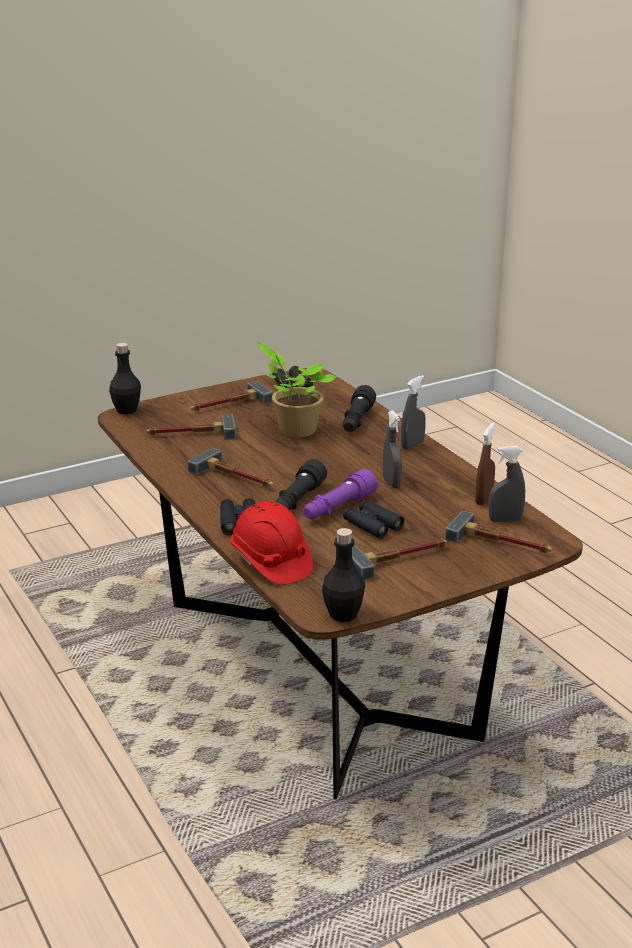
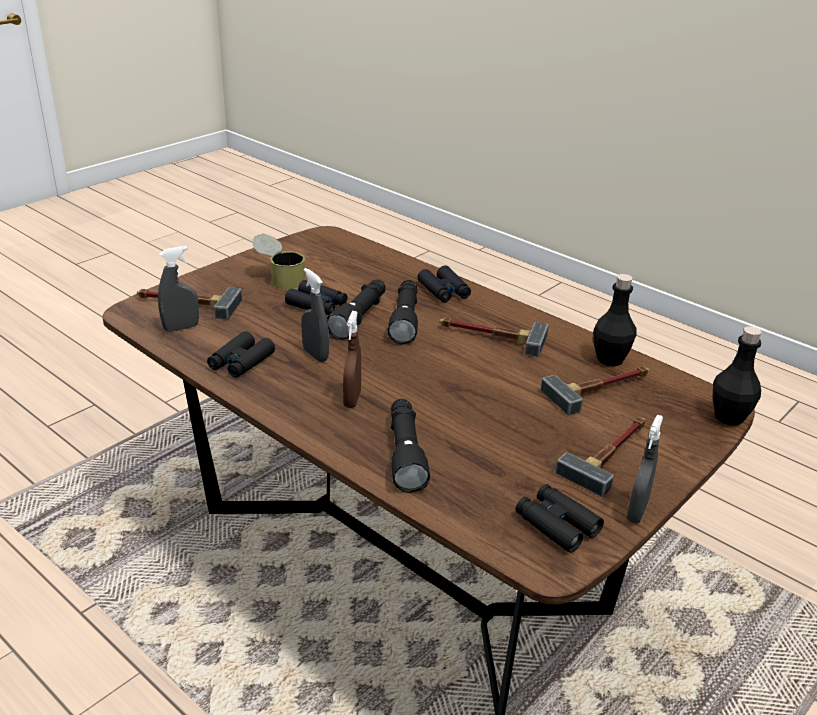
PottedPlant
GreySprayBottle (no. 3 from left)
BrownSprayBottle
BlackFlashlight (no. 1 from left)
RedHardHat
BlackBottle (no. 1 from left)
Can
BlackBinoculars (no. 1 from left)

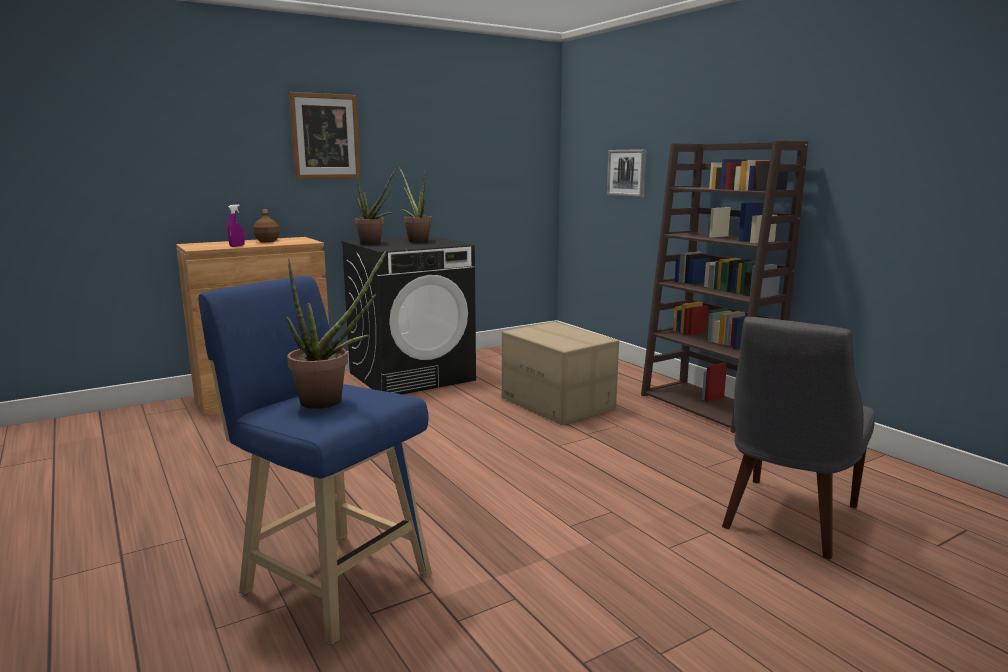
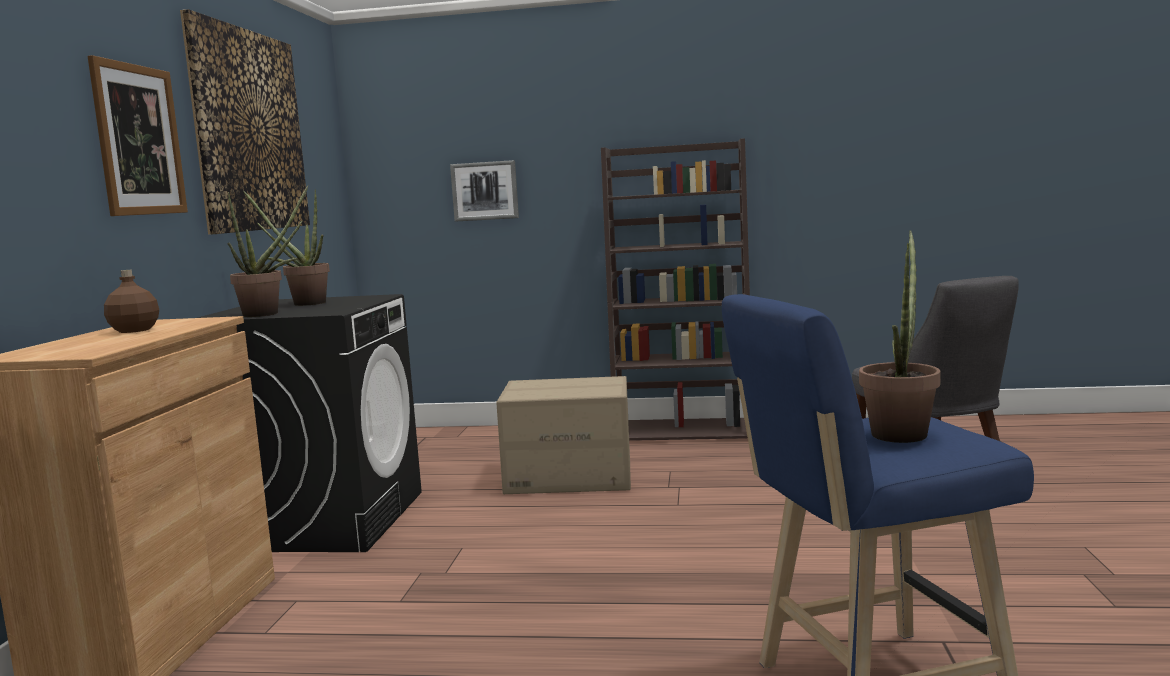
PurpleSprayBottle
Picture (no. 2 from left)

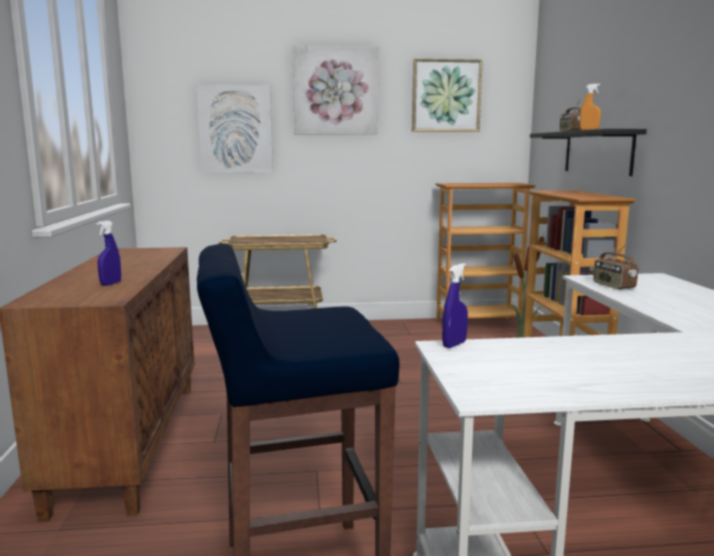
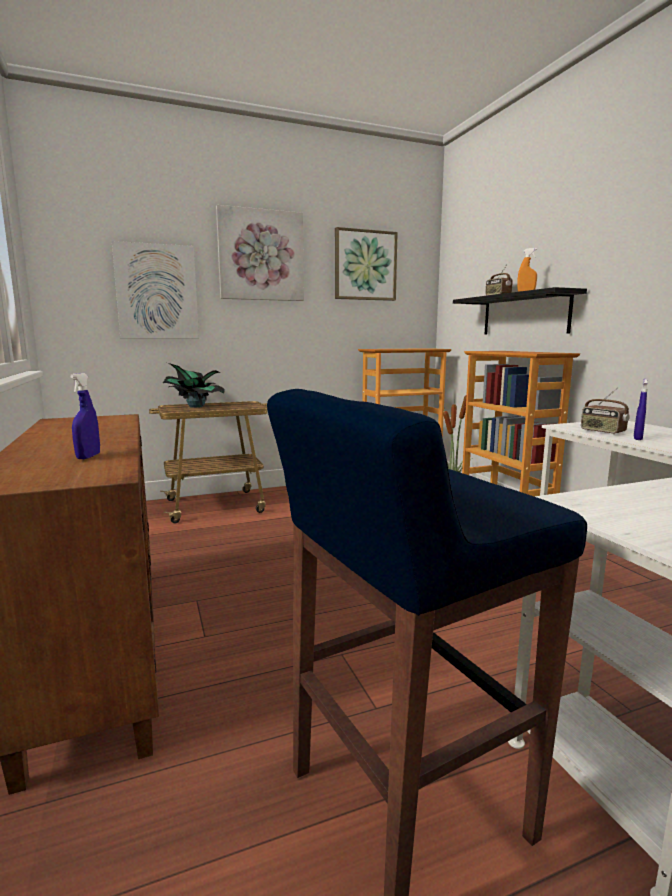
BlueSprayBottle (no. 2 from left)
PottedPlant (no. 1 from left)

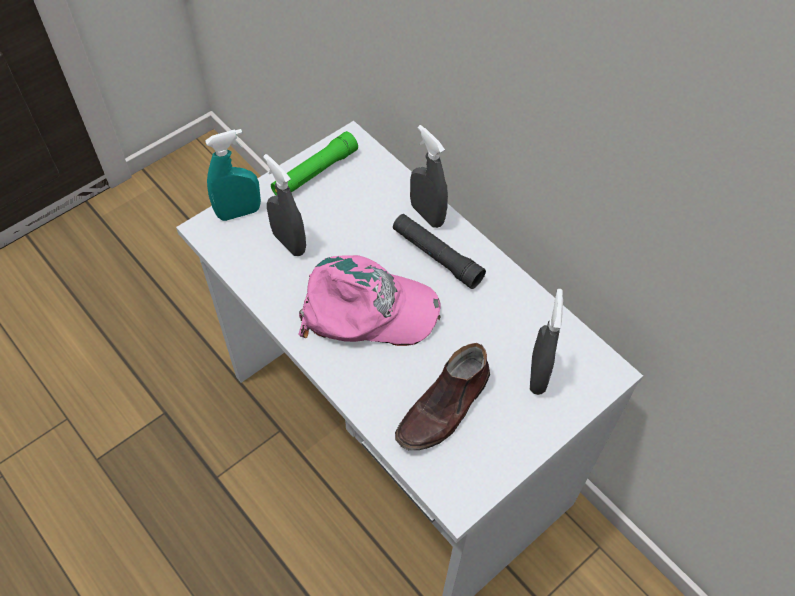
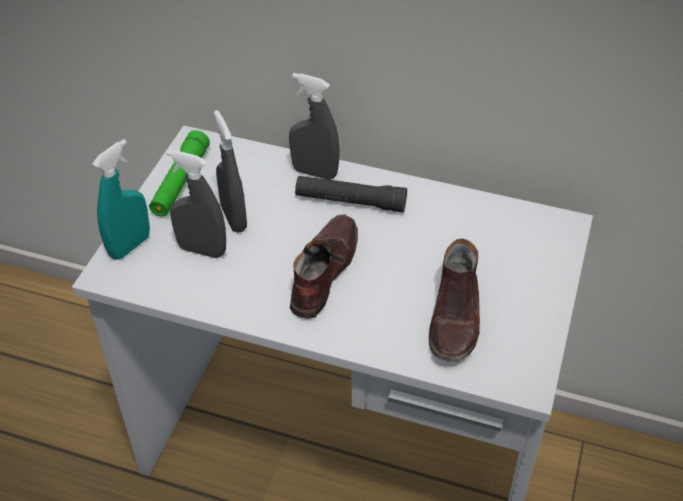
BrownShoe (no. 1 from left)
GreySprayBottle (no. 2 from left)

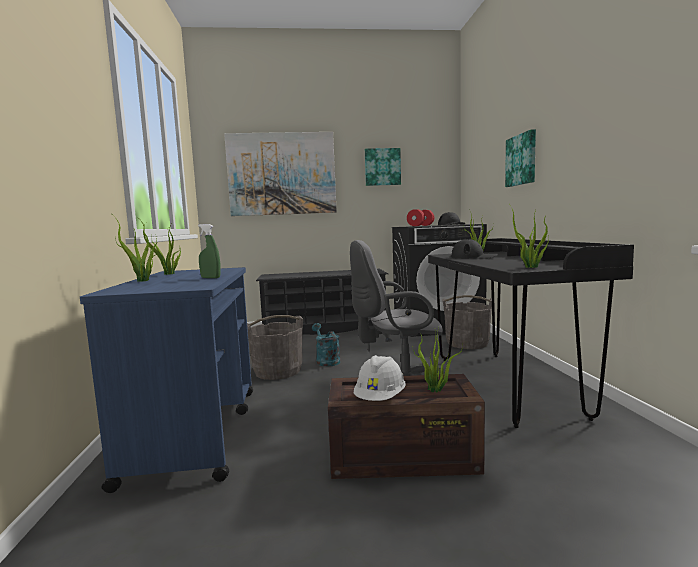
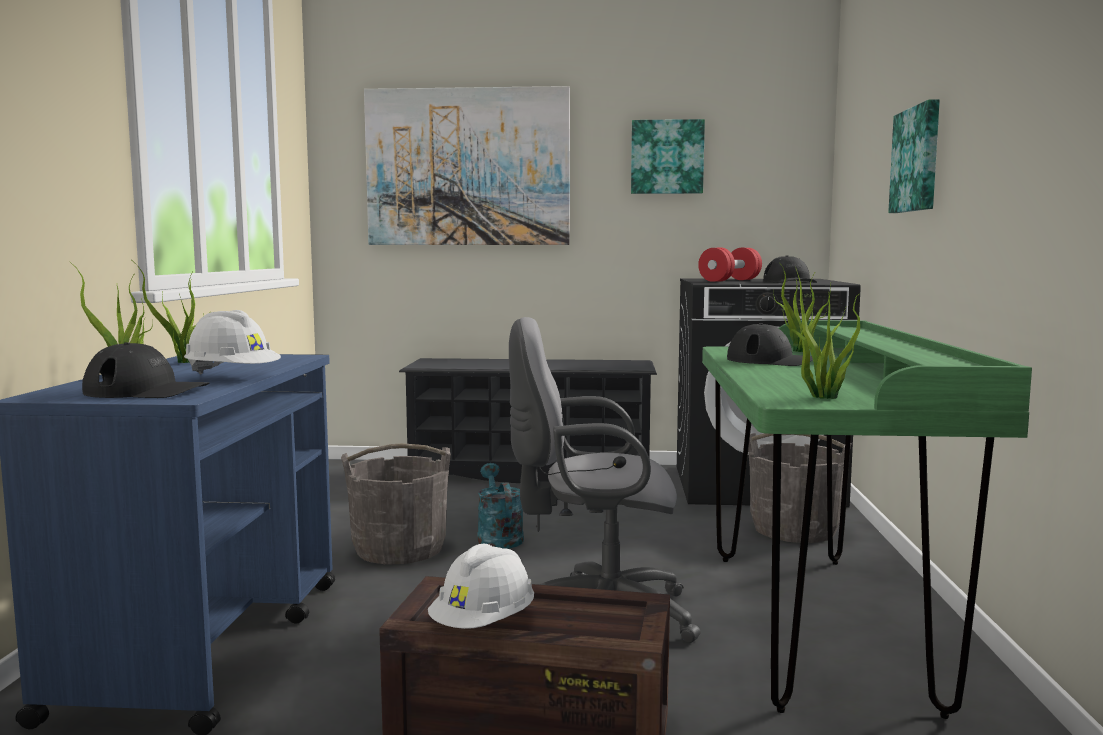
WhiteHardHat (no. 1 from left)
GreenDesk
PottedPlant (no. 3 from left in the first image)
BlackCap (no. 1 from left)

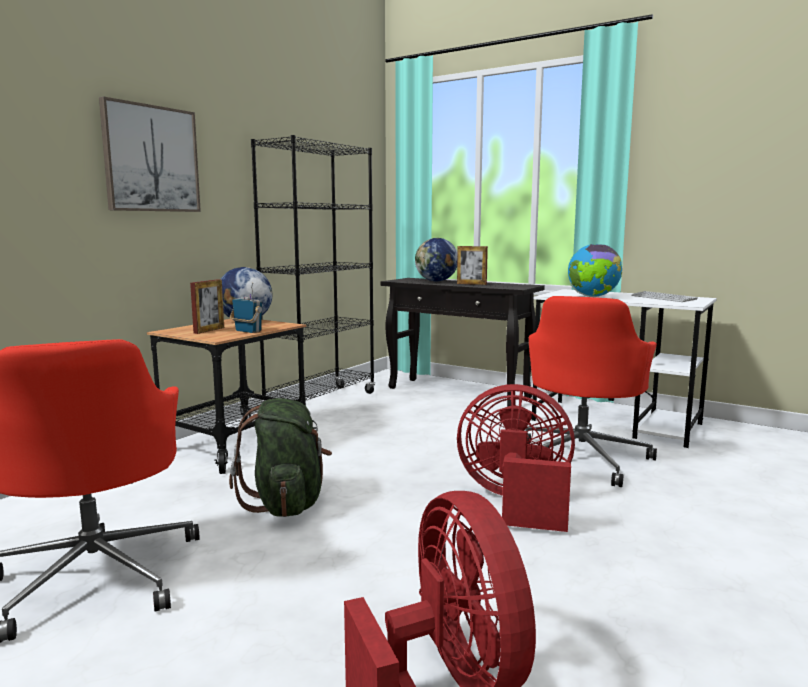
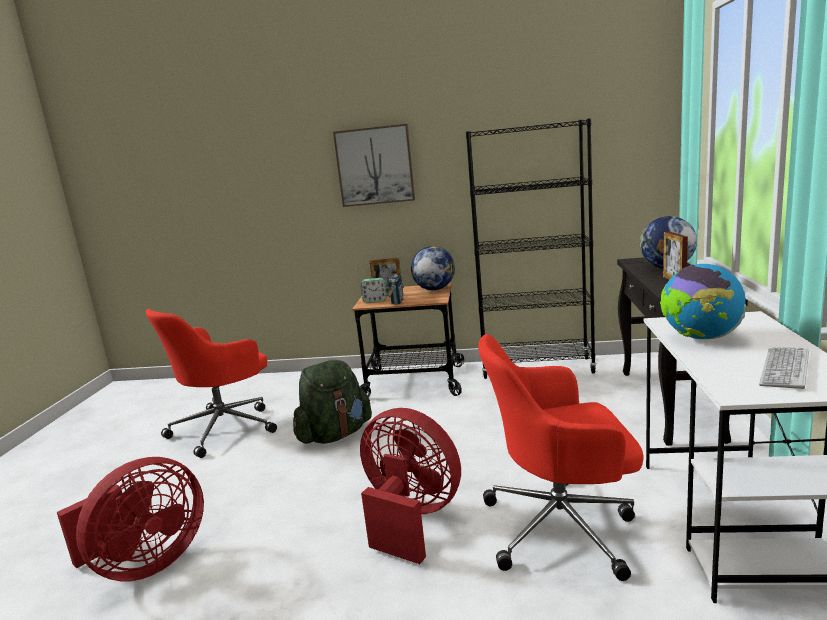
RedFan (no. 2 from left)
AlarmClock

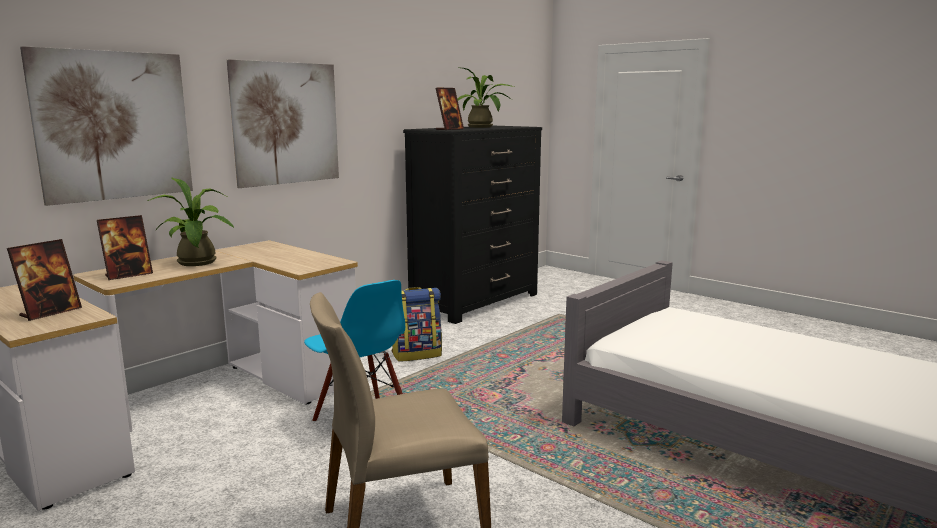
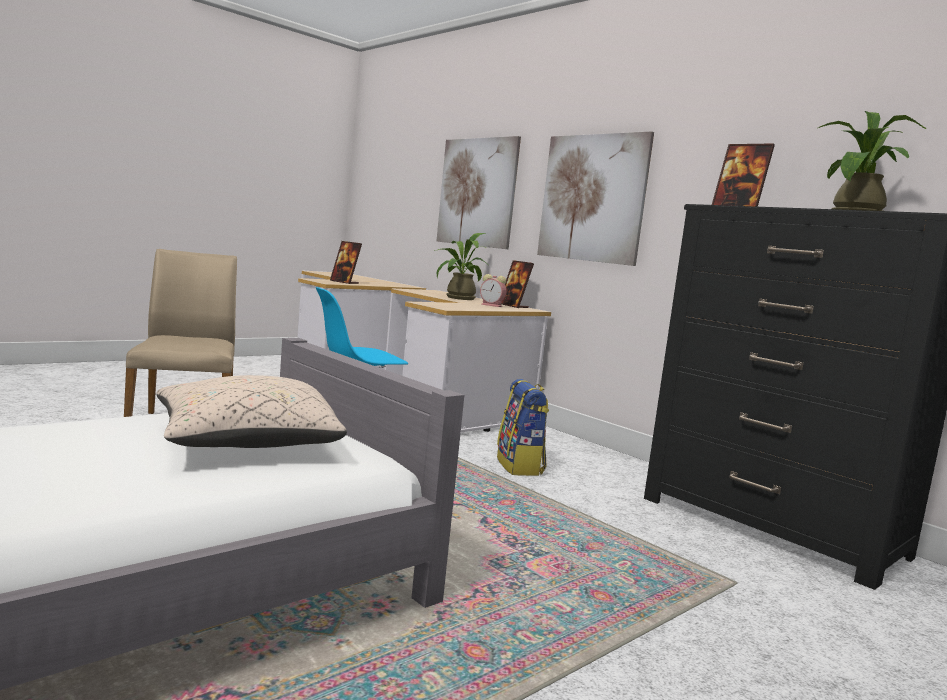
PictureFrame (no. 2 from left)
AlarmClock
BeigePillow

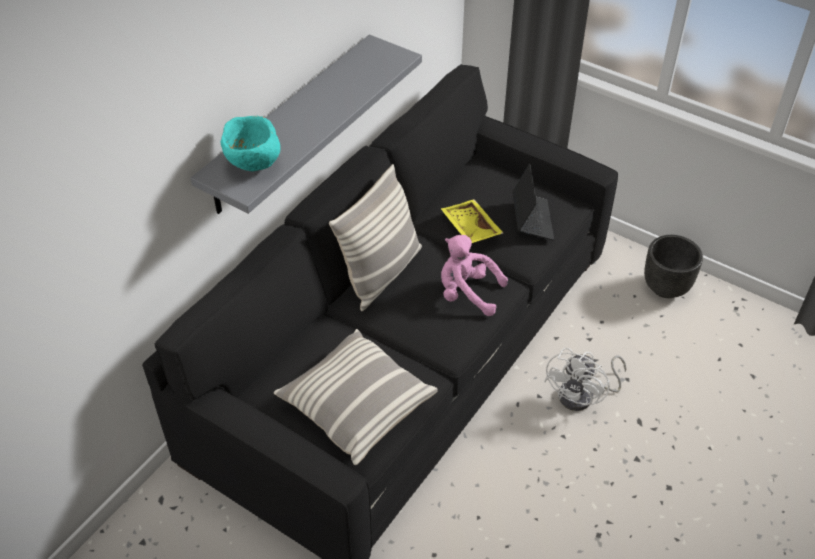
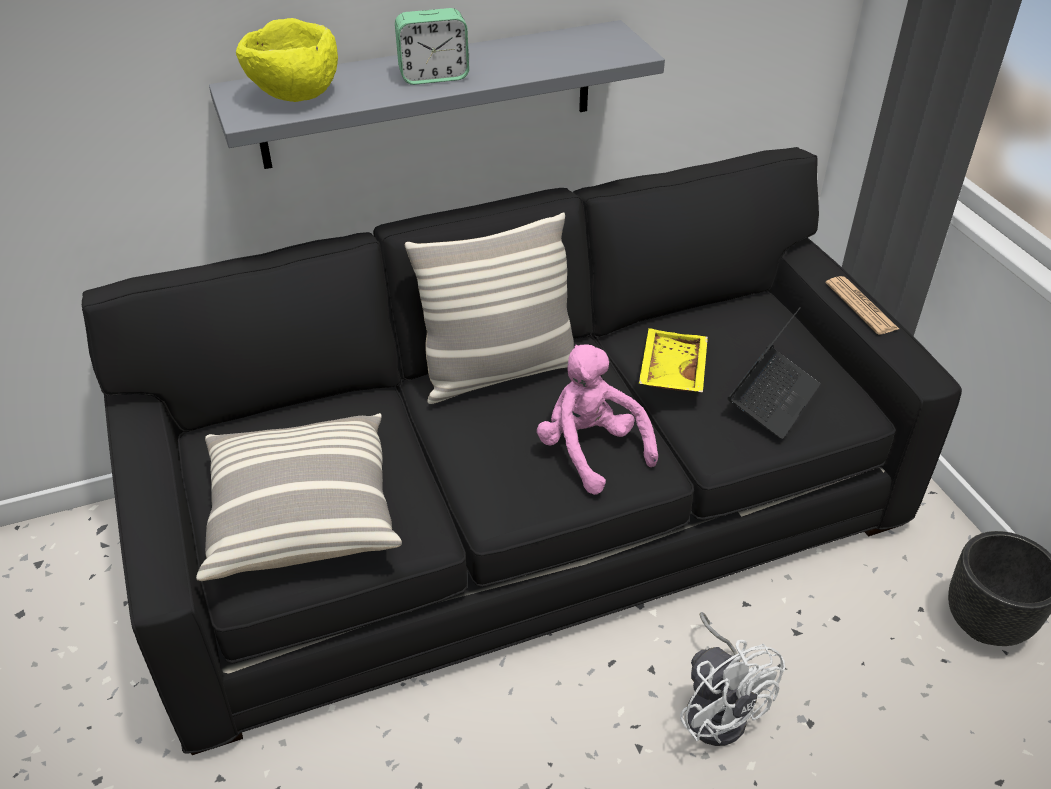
YellowBowl
WhiteFan
AlarmClock
Newspaper

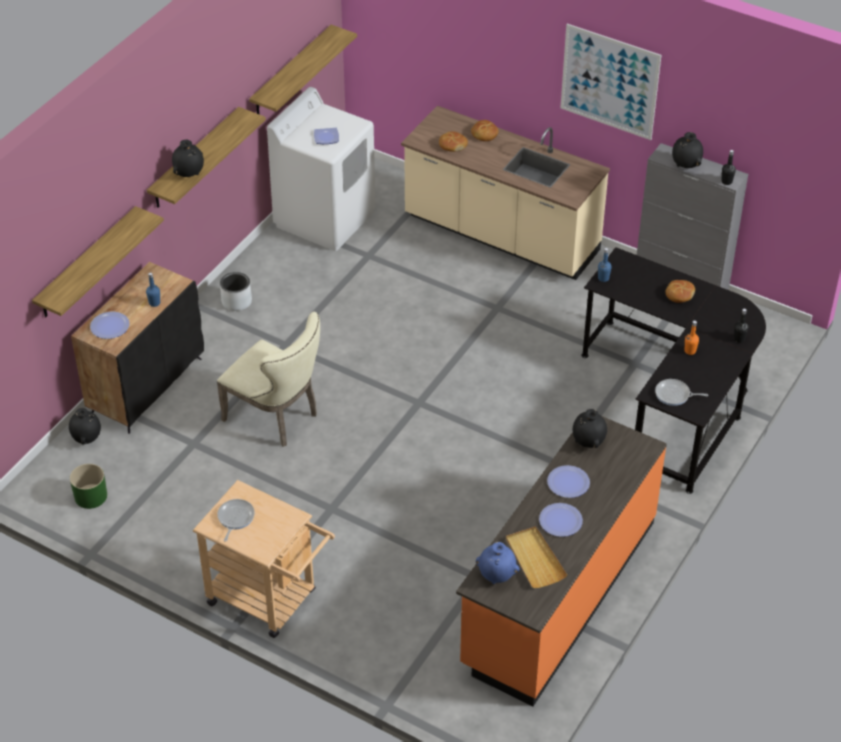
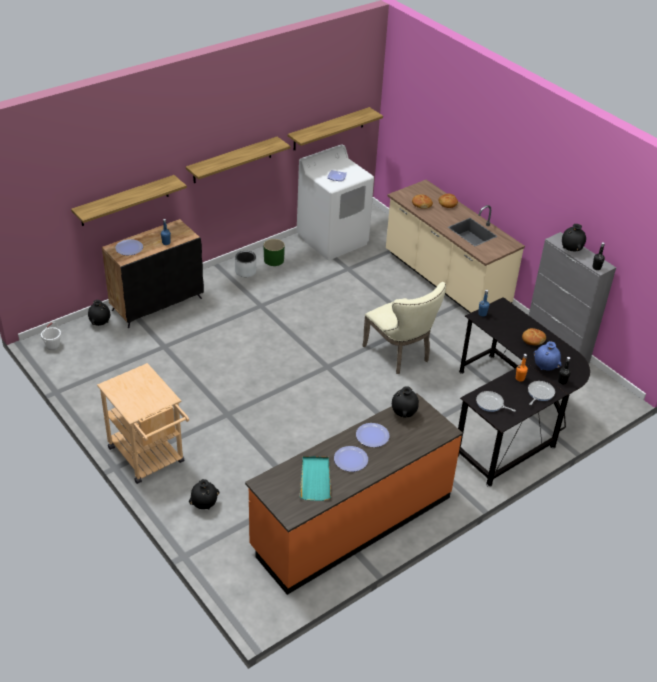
Picture
BlackVase (no. 2 from left)
BeigeChair
GreenPlanter
FryingPan (no. 2 from left)
TurquoiseTray
BlueVase
WhiteBucket

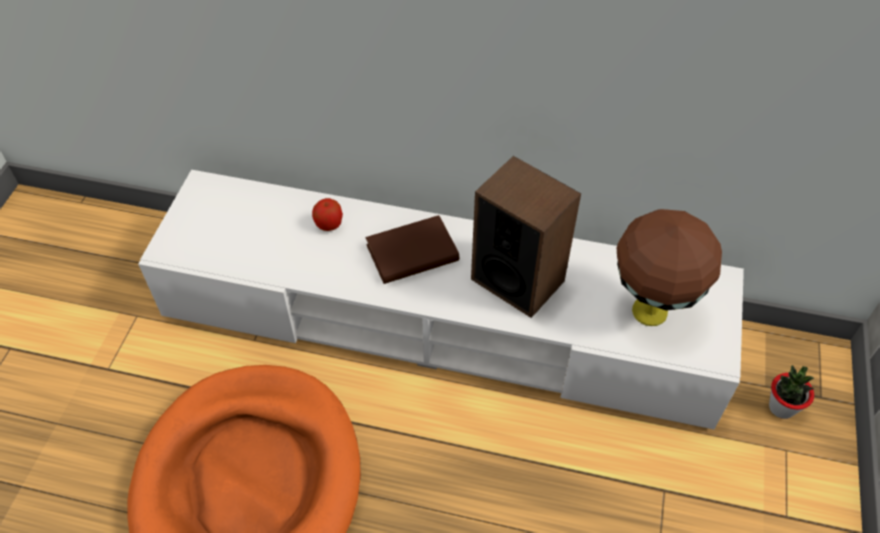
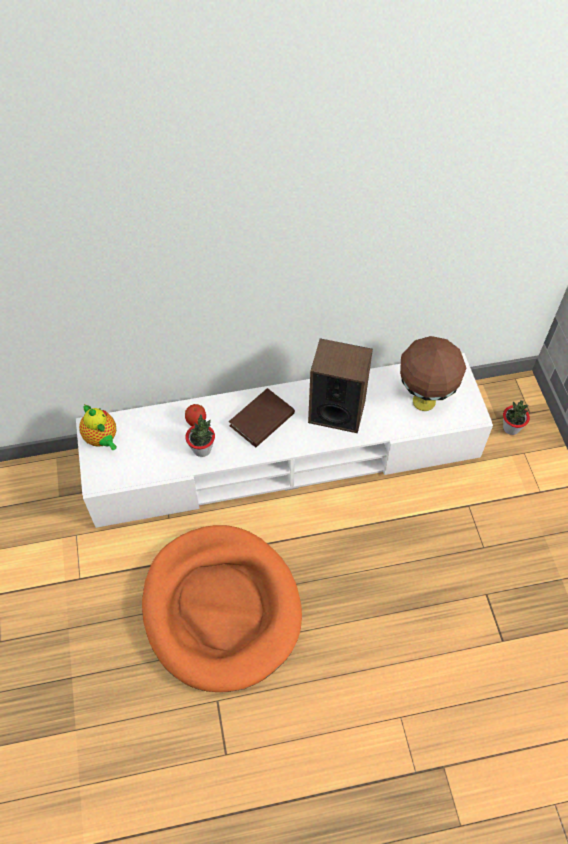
Teapot
PottedPlant (no. 1 from left)

